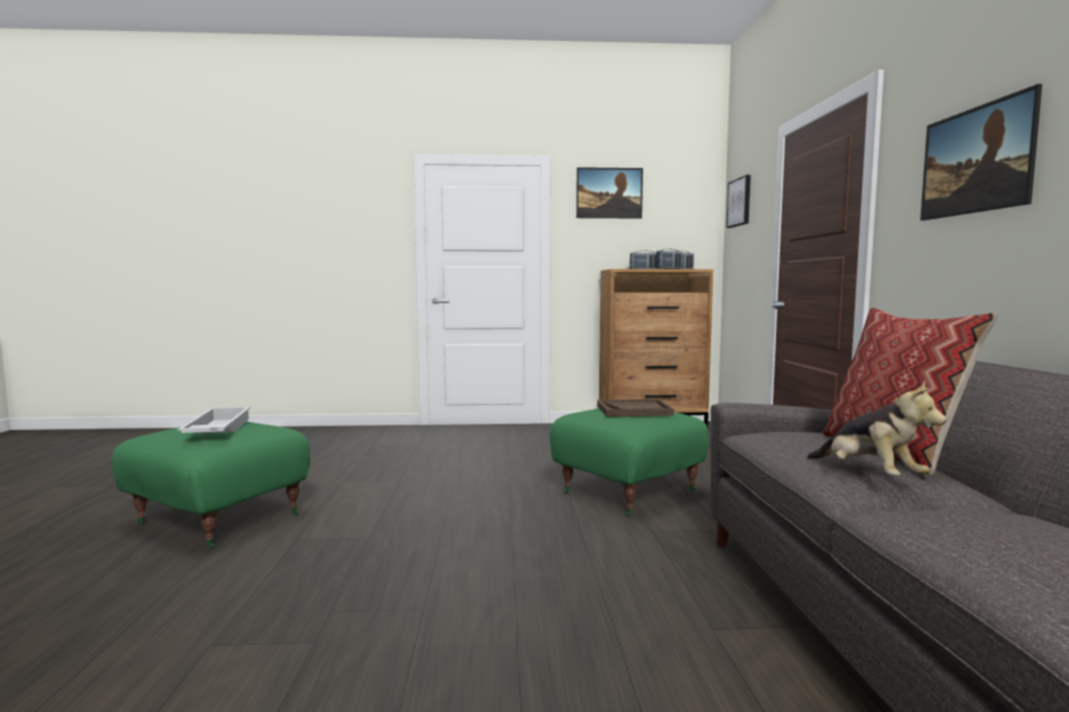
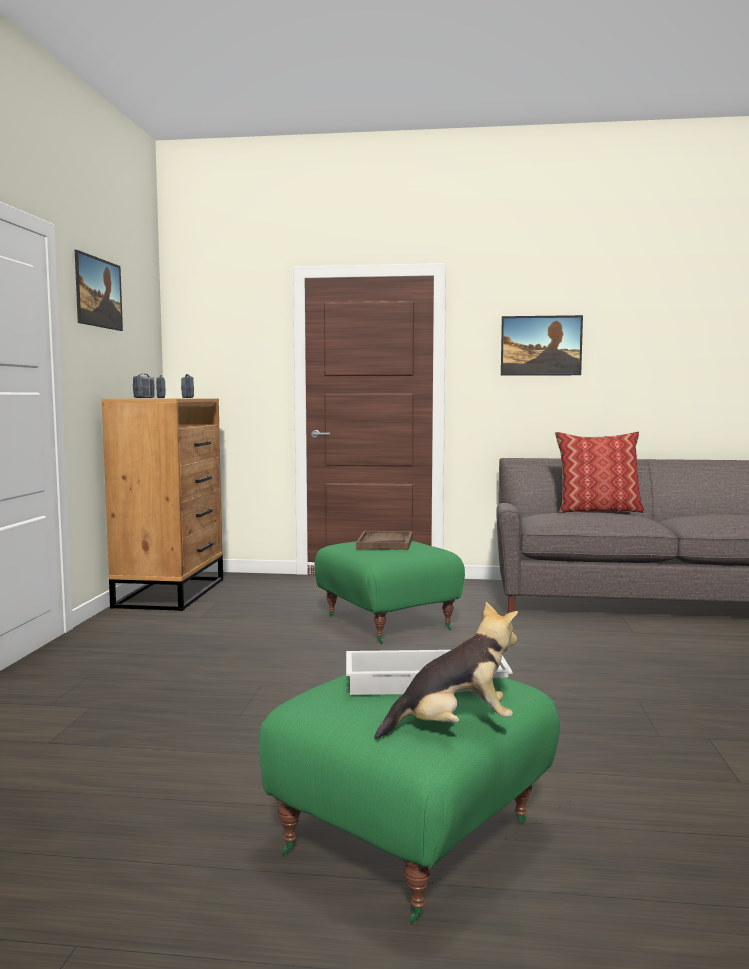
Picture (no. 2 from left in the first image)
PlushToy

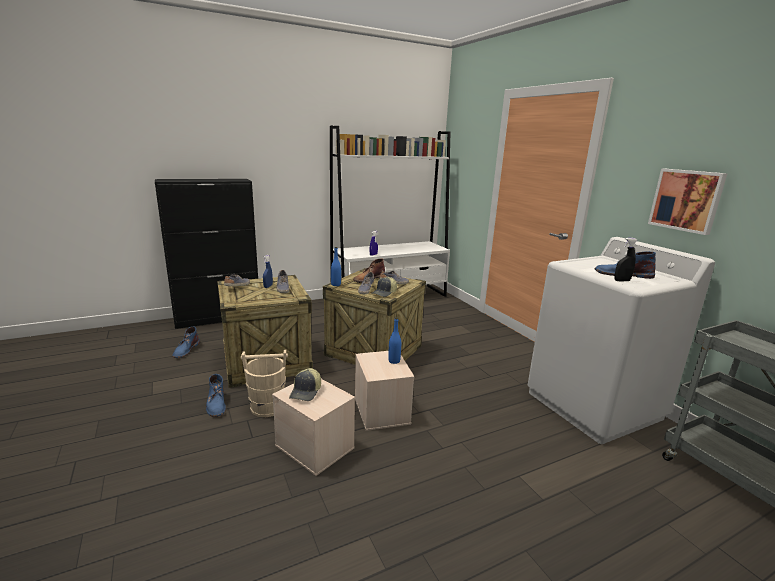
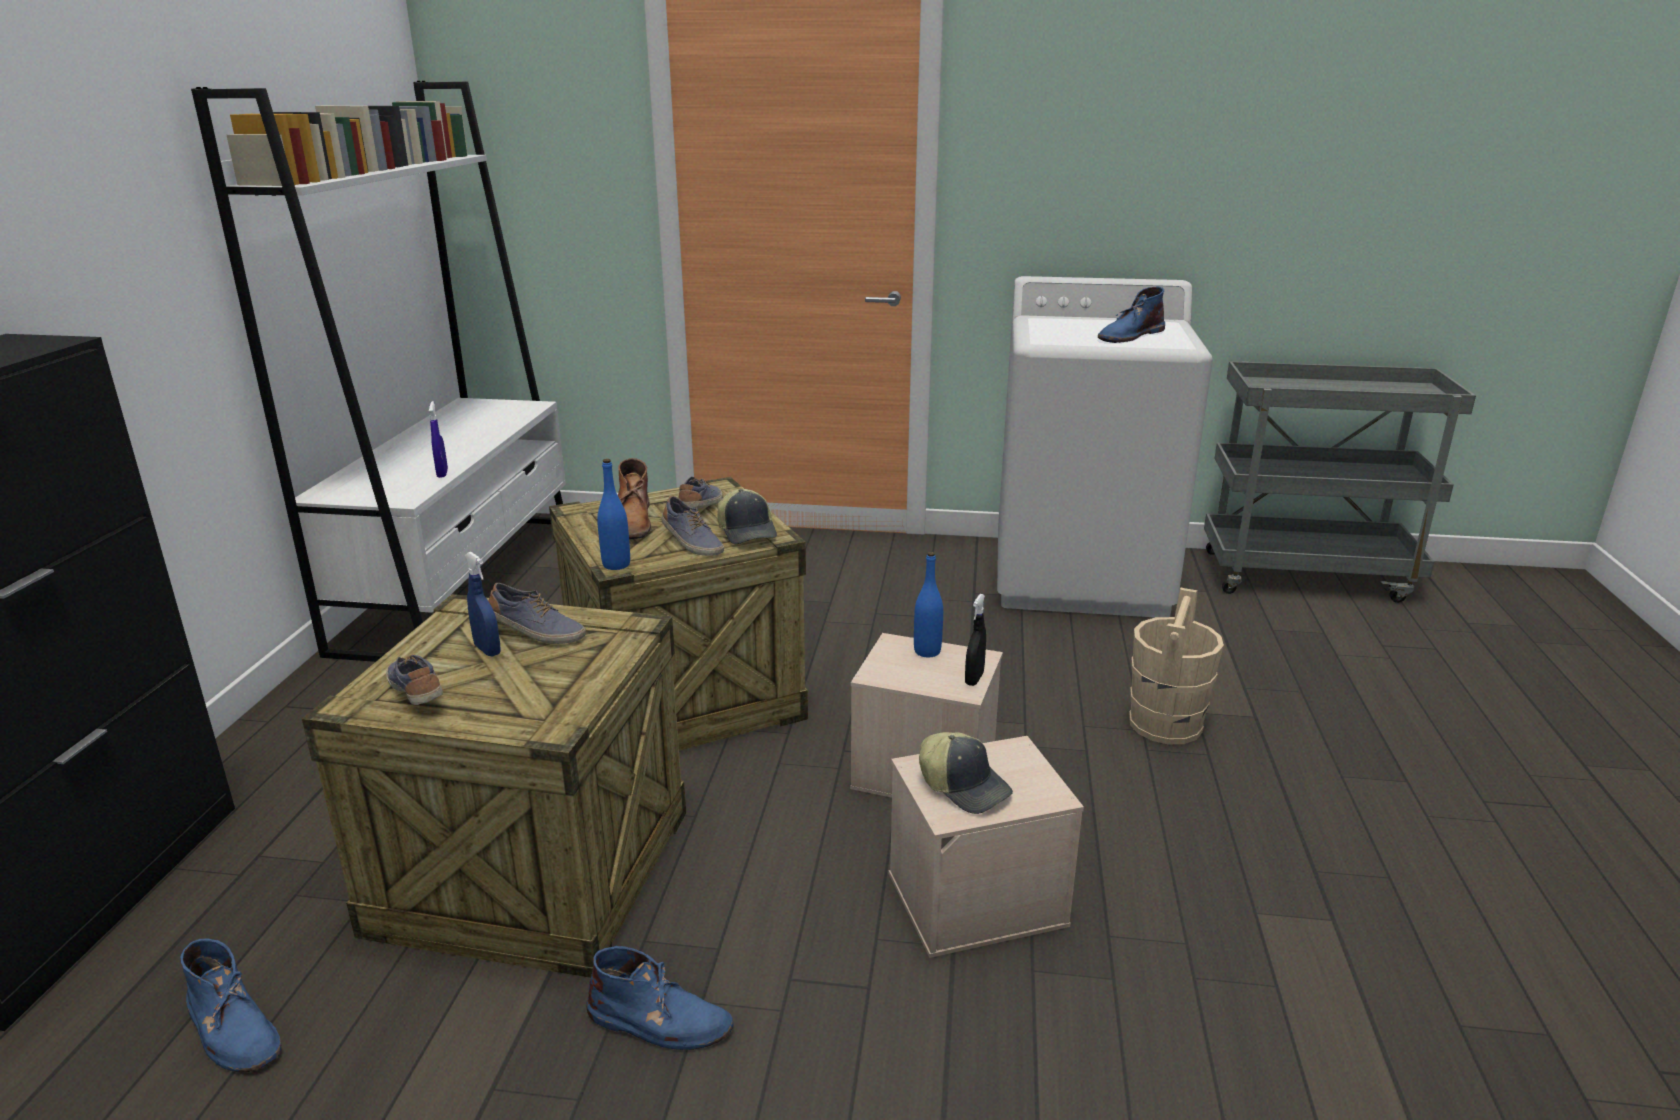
Picture
BlackSprayBottle
BeigeBucket

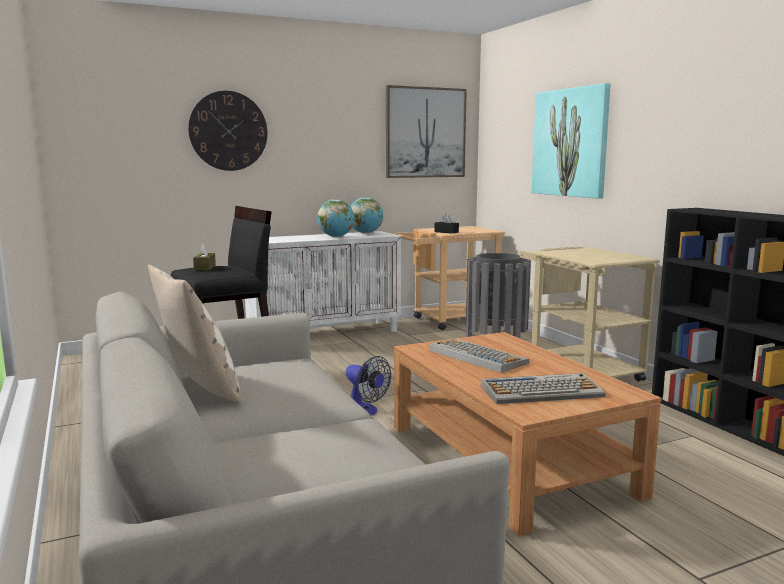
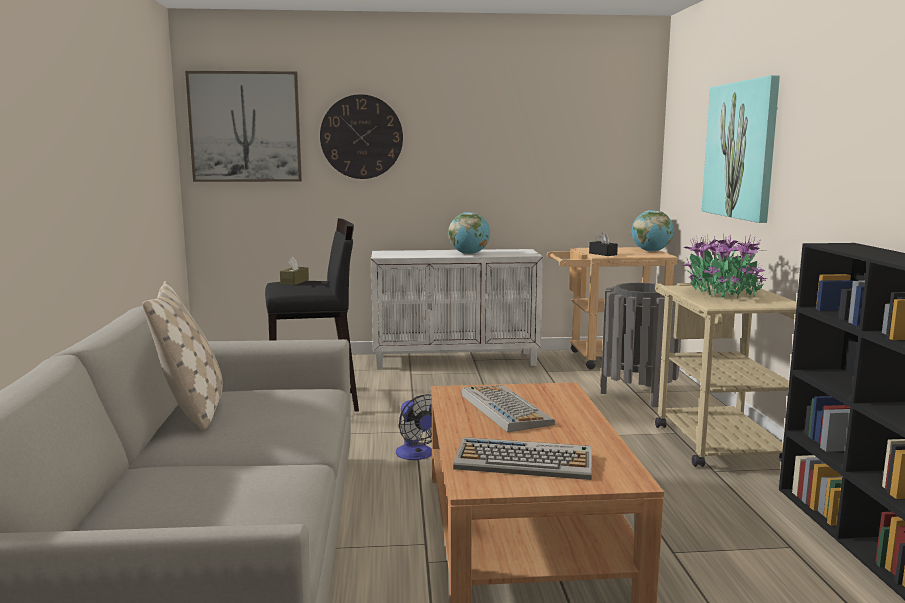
Picture (no. 1 from left)
Globe (no. 2 from left)
PottedPlant

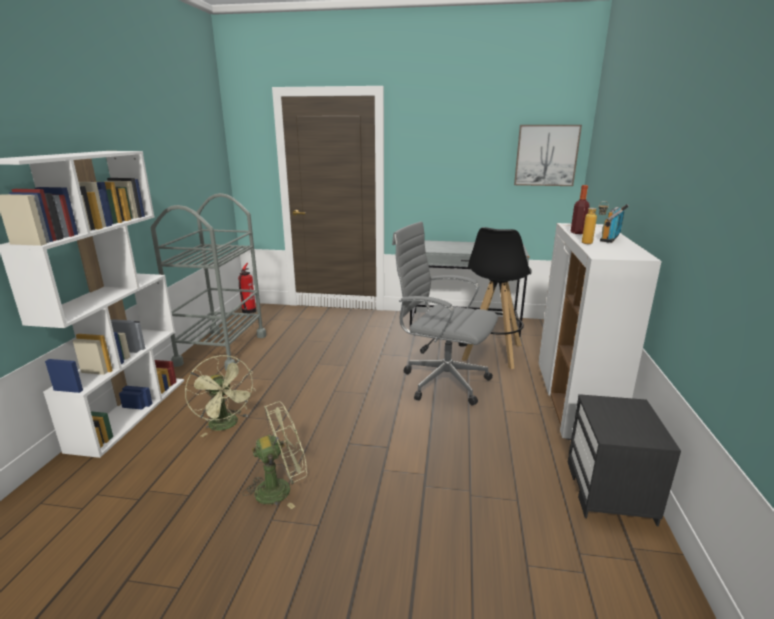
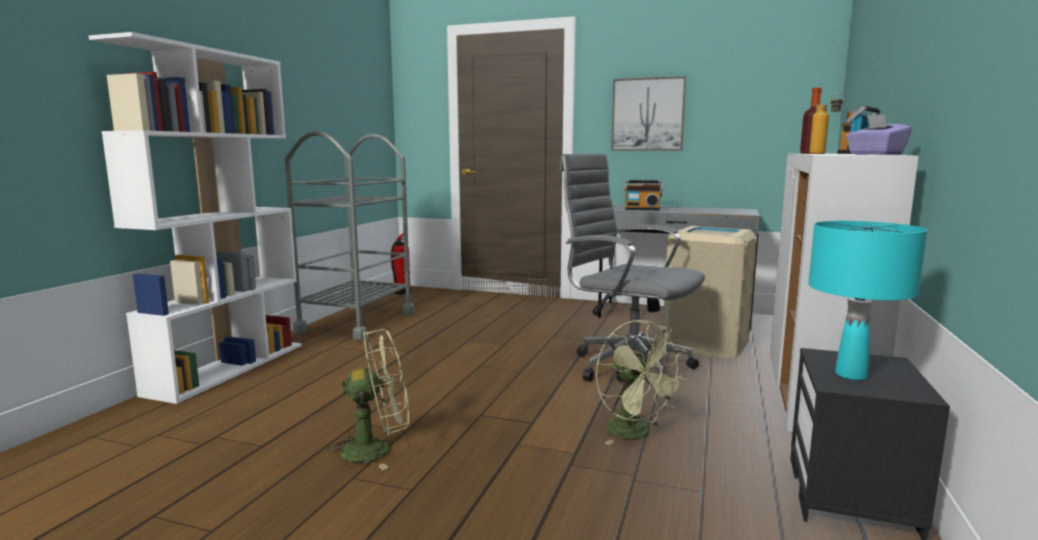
Picture
BeigeTrashCan
GreenFan (no. 2 from left)
PurpleTissueBox
Radio (no. 1 from left)
TurquoiseTableLamp

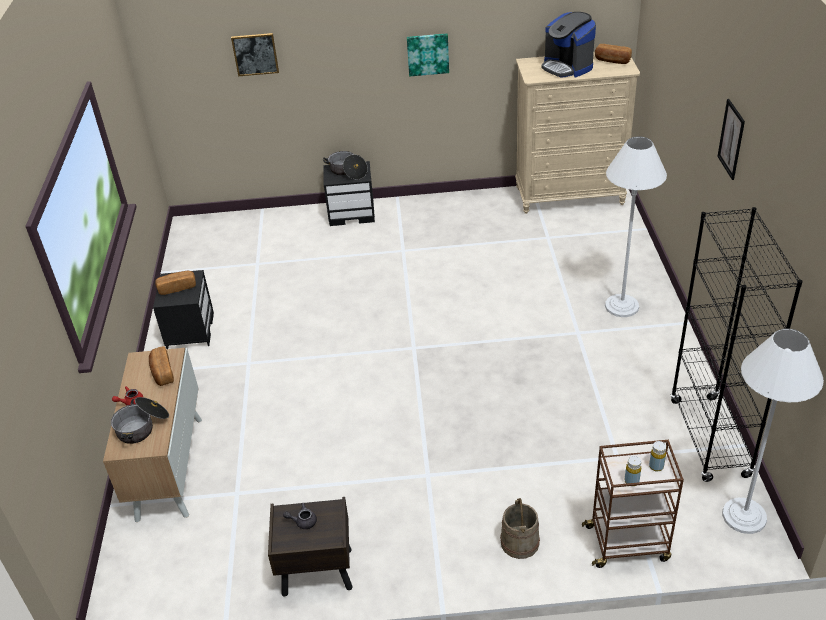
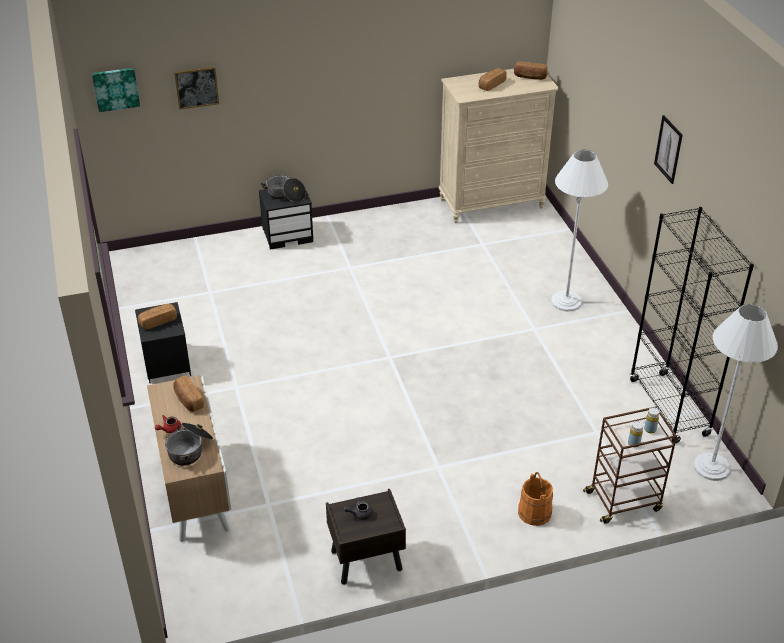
Bread (no. 3 from left)
Picture (no. 1 from left)
OrangeBucket

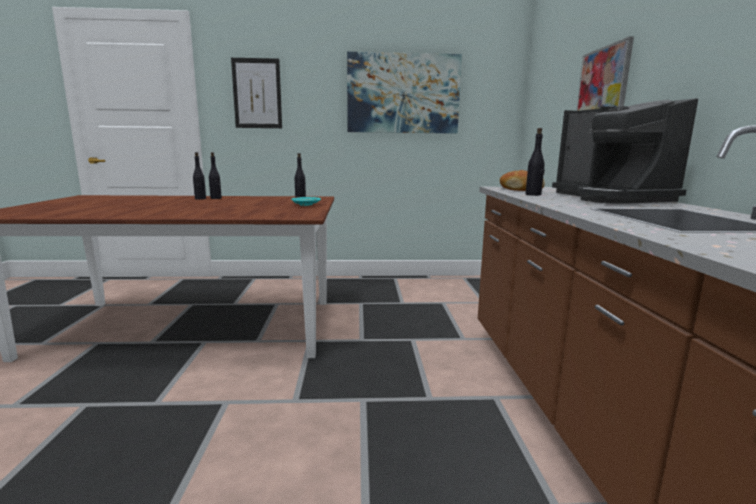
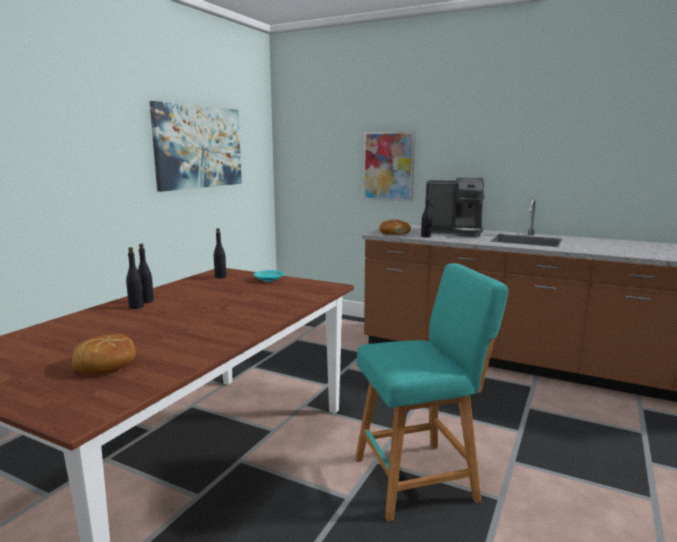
Picture (no. 1 from left in the first image)
TurquoiseStool
Bread (no. 1 from left)

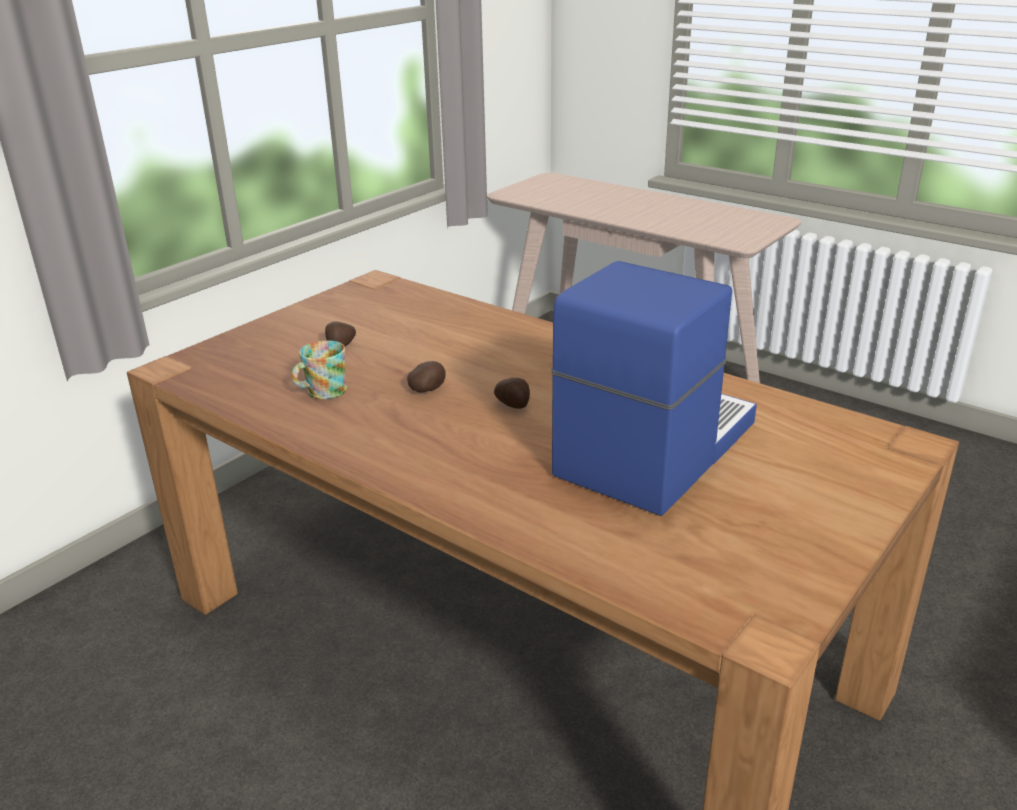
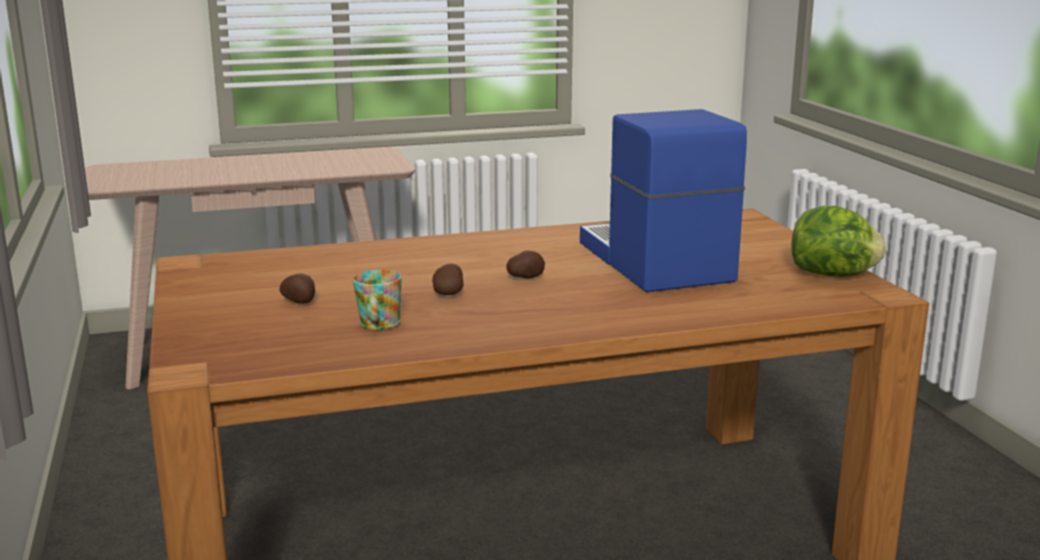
Lettuce

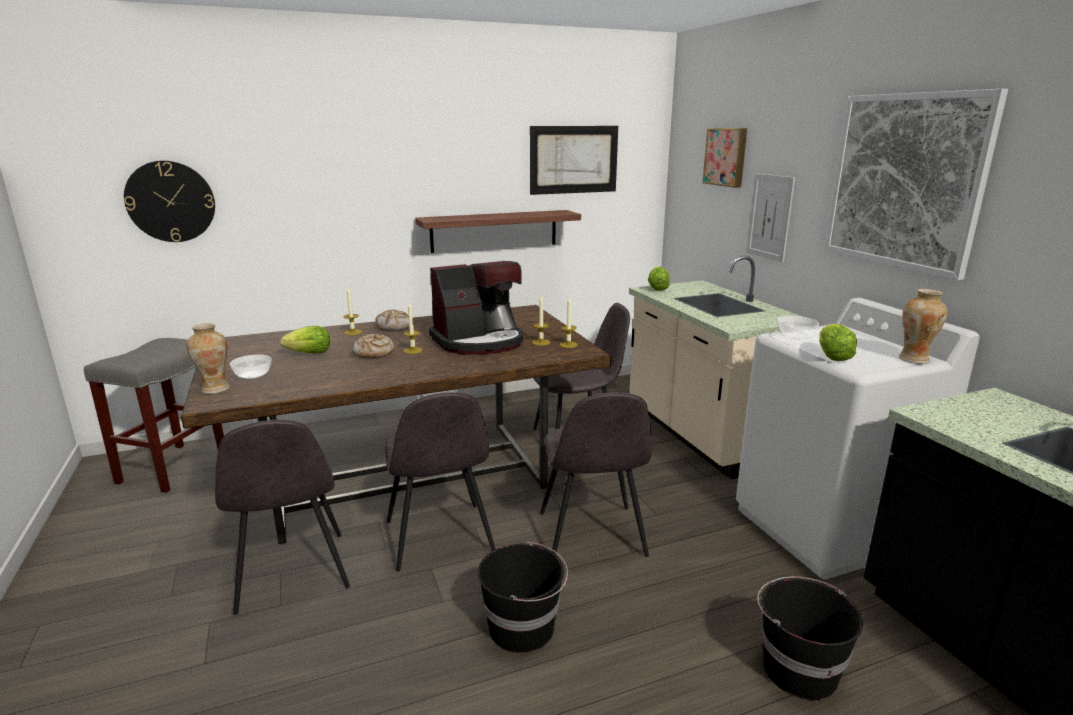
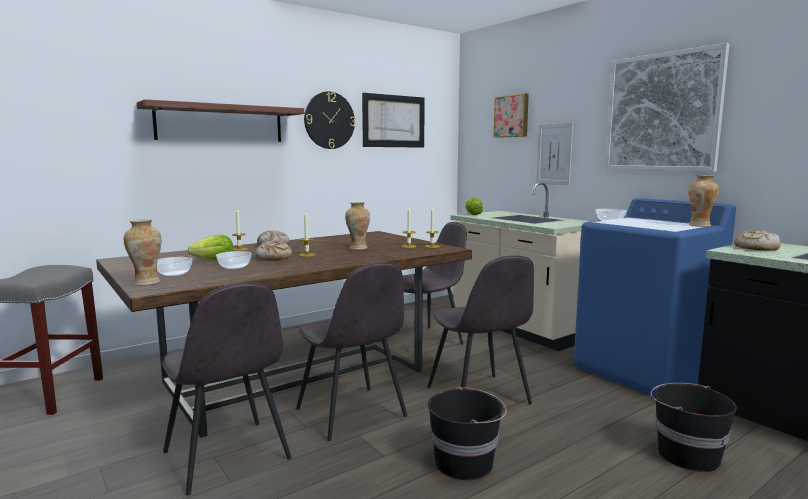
WallClock
Shelf
Vase (no. 2 from left)
BlueWashingMachine
Lettuce (no. 3 from left in the first image)
Bread (no. 3 from left)
Bowl (no. 2 from left)

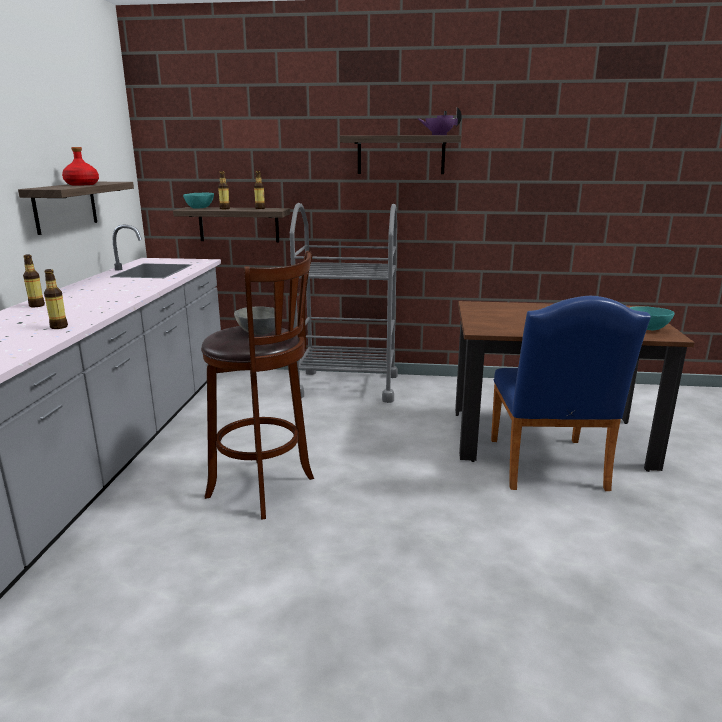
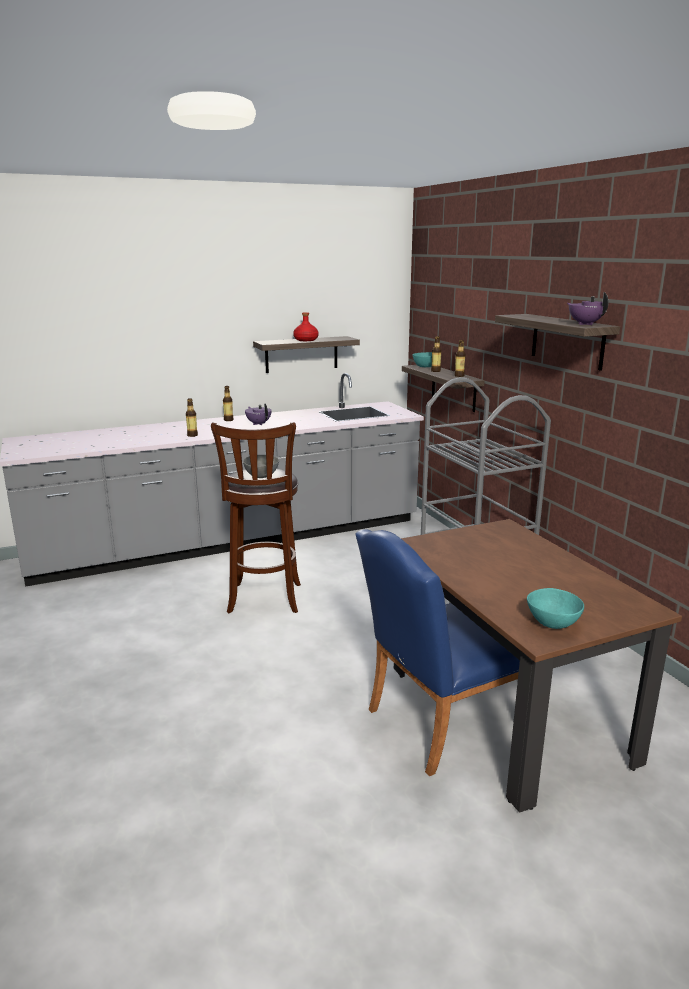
PurpleTeapot (no. 1 from left)

